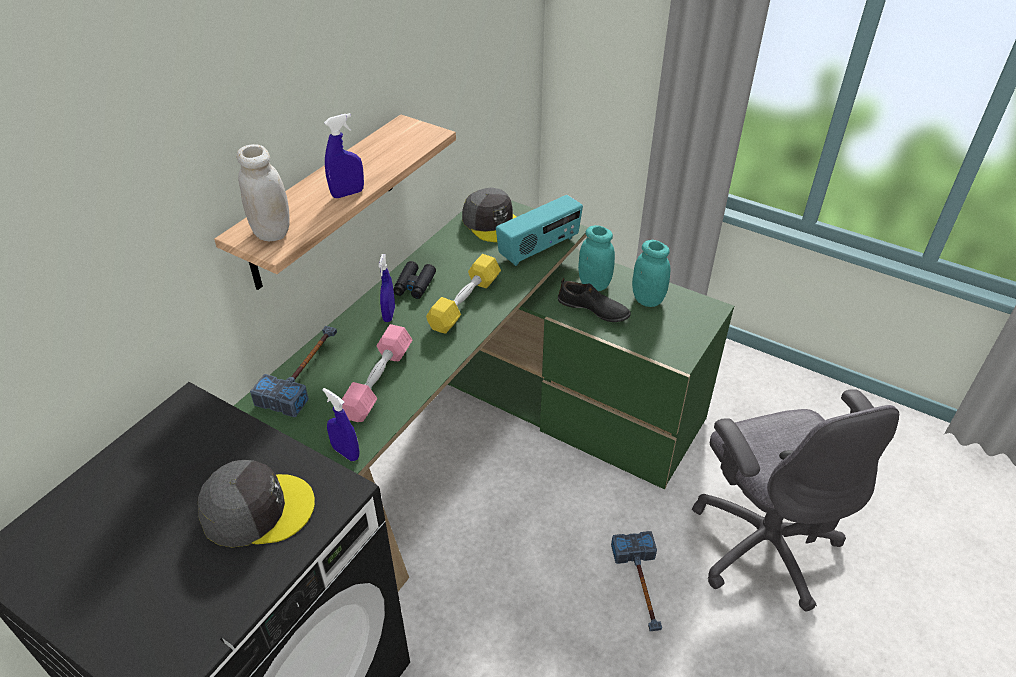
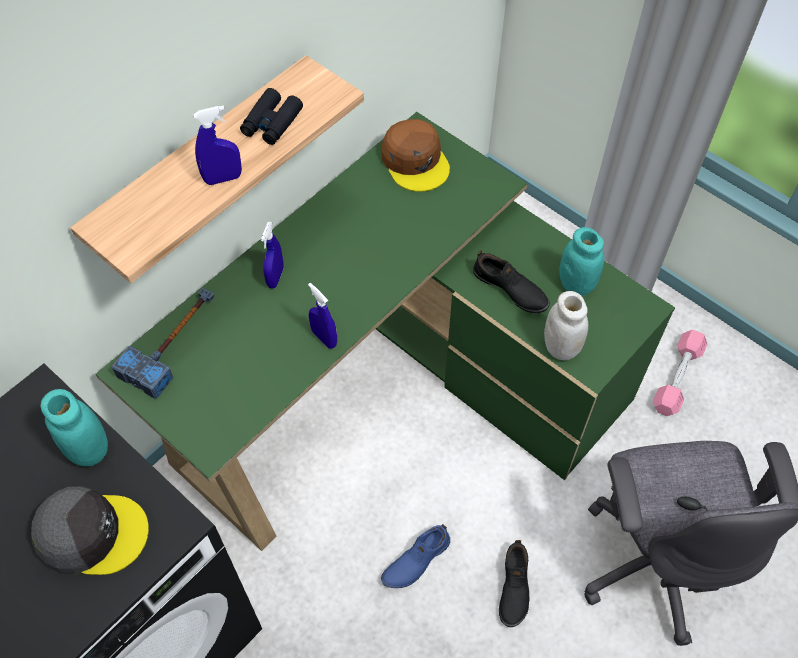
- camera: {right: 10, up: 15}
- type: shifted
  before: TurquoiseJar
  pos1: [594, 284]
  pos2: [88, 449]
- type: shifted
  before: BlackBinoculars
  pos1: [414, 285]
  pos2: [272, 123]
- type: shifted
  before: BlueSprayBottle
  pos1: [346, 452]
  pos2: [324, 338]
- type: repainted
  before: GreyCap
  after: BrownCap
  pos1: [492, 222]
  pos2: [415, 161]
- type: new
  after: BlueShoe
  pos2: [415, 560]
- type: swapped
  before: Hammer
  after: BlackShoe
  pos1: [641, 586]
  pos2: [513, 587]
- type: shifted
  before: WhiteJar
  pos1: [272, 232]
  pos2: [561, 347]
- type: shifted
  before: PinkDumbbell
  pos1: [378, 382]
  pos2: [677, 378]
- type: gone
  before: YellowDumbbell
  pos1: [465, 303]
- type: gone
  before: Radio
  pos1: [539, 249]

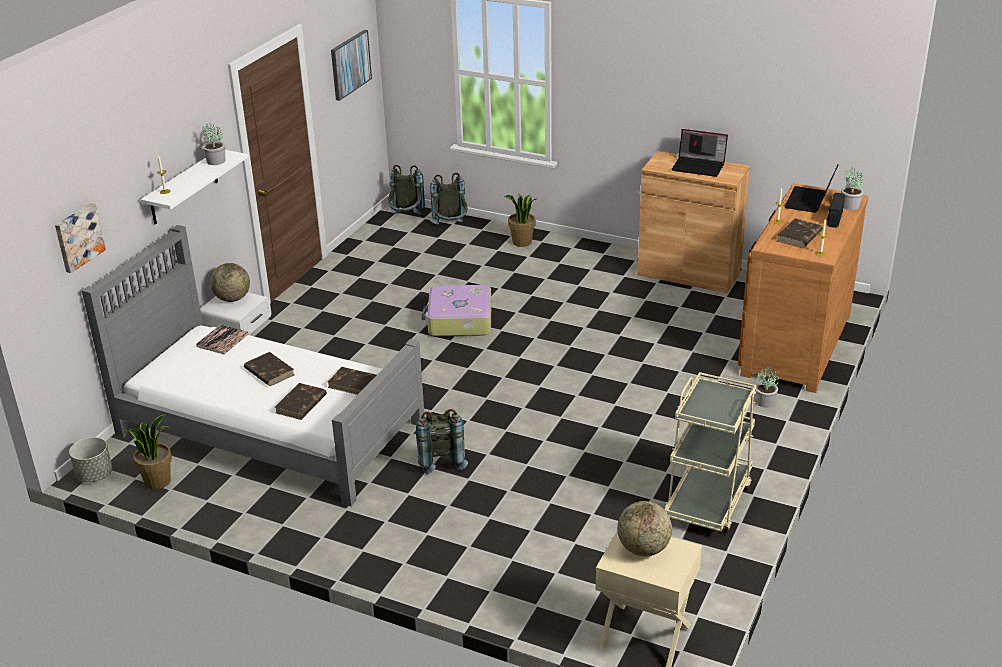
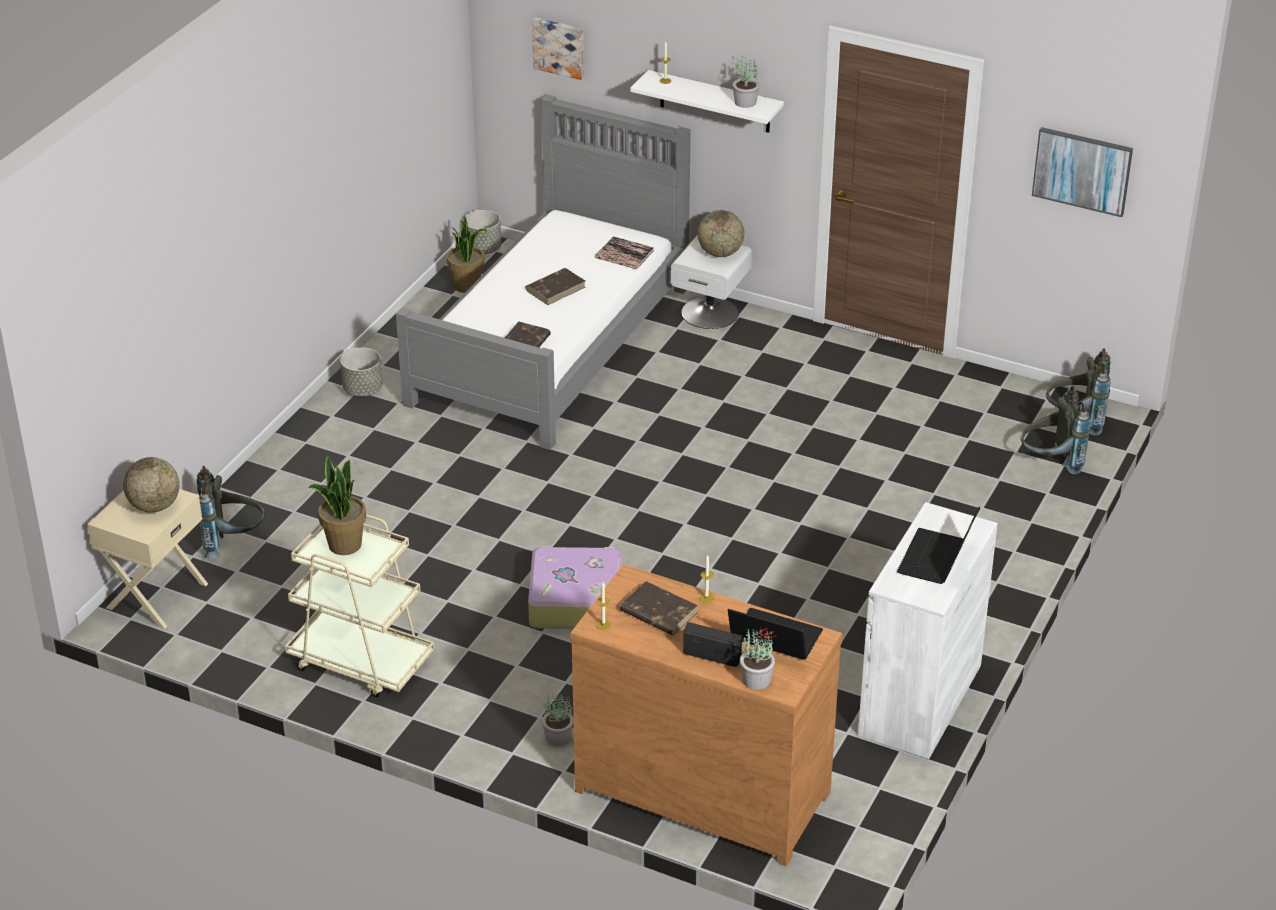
- camera: {right: 90, up: 5}
- type: shifted
  before: GreyBackpack
  pos1: [440, 459]
  pos2: [233, 542]
- type: shifted
  before: PottedPlant
  pos1: [522, 242]
  pos2: [344, 544]
- type: new
  after: GreyPlanter
  pos2: [363, 389]
- type: shifted
  before: Suitcase
  pos1: [459, 320]
  pos2: [575, 600]
- type: repainted
  before: BrownCabinet
  after: WhiteCabinet
  pos1: [689, 273]
  pos2: [920, 700]
- type: gone
  before: BrownBook
  pos1: [301, 404]

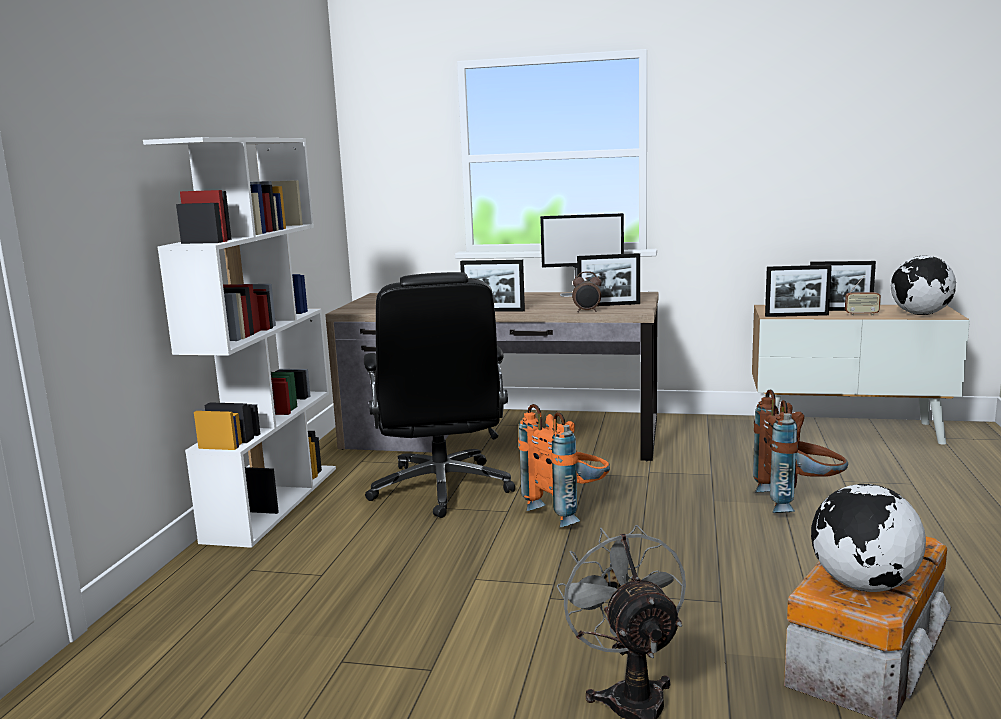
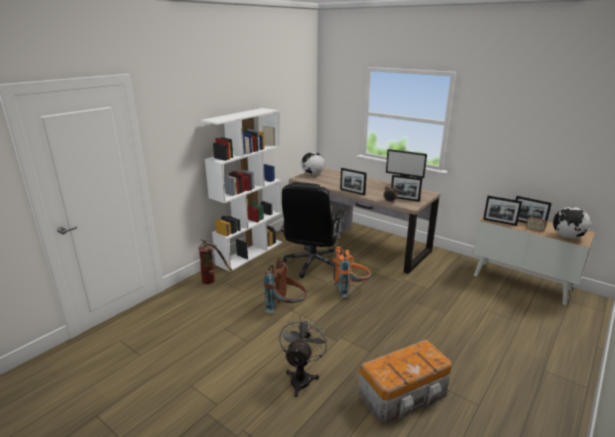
- camera: {right: 25, up: 10}
- type: new
  after: FireExtinguisher
  pos2: [213, 280]
- type: shifted
  before: BrownBackpack
  pos1: [798, 502]
  pos2: [287, 308]
- type: shifted
  before: Globe
  pos1: [863, 585]
  pos2: [312, 175]

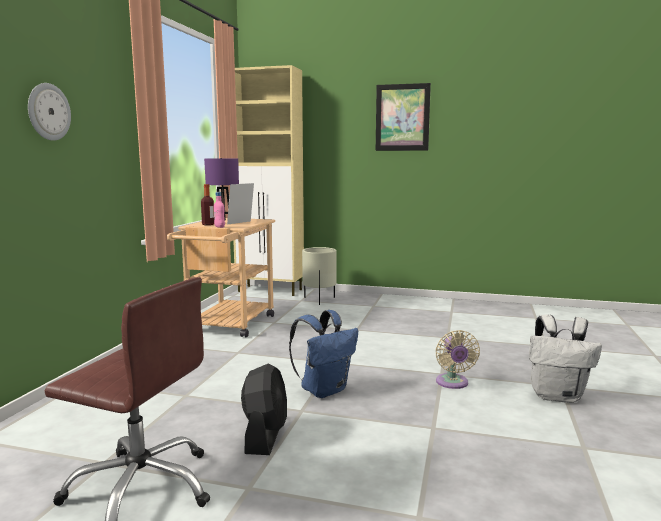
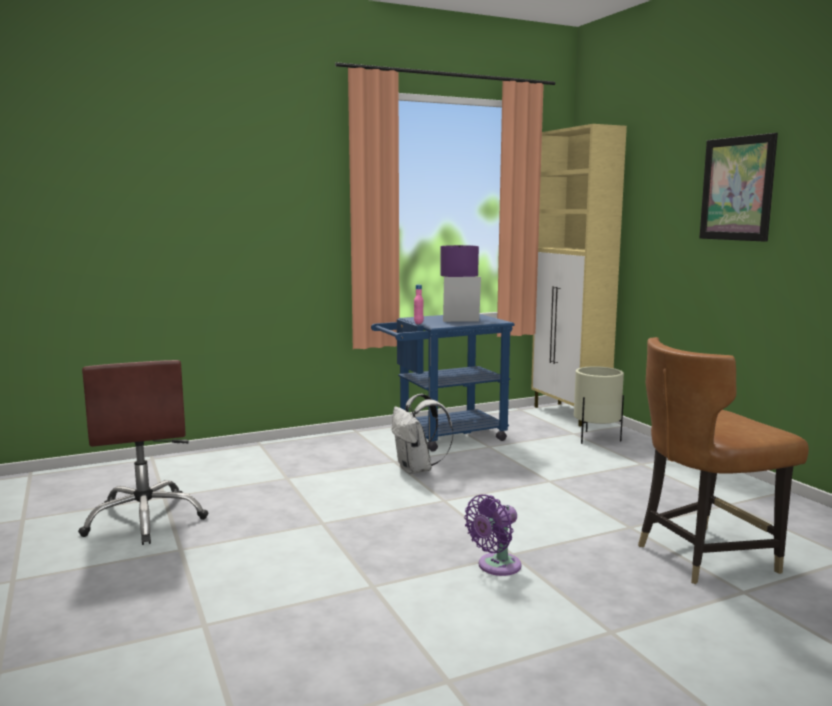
- camera: {right: 50, up: 0}
- type: repainted
  before: BeigeCart
  after: BlueCart
  pos1: [228, 326]
  pos2: [443, 437]
- type: shifted
  before: WhiteBackpack
  pos1: [557, 396]
  pos2: [417, 469]
- type: repainted
  before: BeigeFan
  after: PurpleFan
  pos1: [453, 383]
  pos2: [496, 567]
- type: new
  after: BrownChair
  pos2: [704, 556]
- type: gone
  before: WallClock
  pos1: [48, 112]
- type: gone
  before: Bottle
  pos1: [208, 224]
- type: gone
  before: BlackFan
  pos1: [265, 435]
- type: gone
  before: BlueBackpack
  pos1: [324, 390]

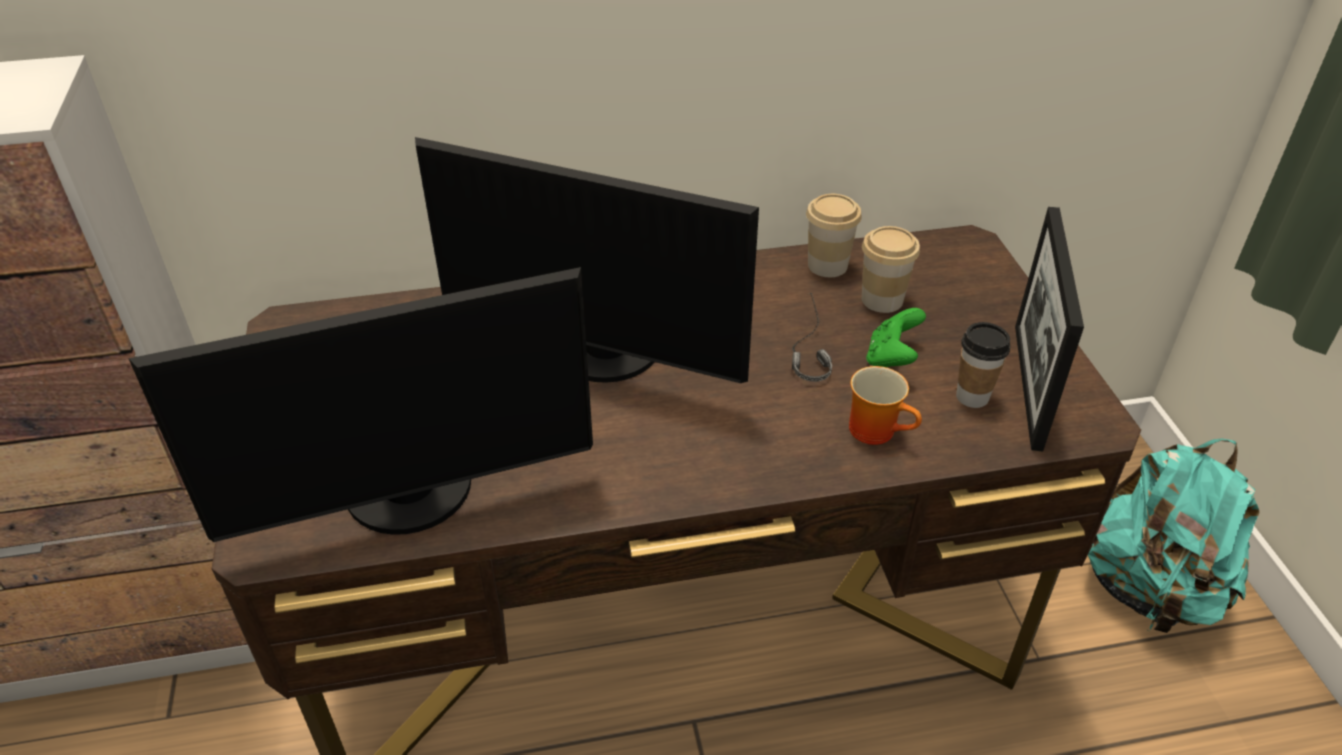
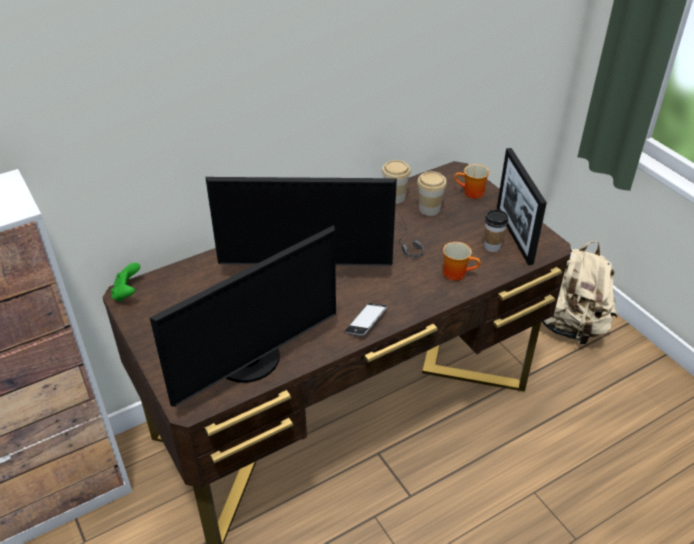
- camera: {right: -20, up: 0}
- type: shifted
  before: GreenGameController
  pos1: [891, 359]
  pos2: [127, 293]
- type: new
  after: Phone
  pos2: [366, 322]
- type: new
  after: Mug
  pos2: [471, 193]
- type: repainted
  before: TurquoiseBackpack
  after: BeigeBackpack
  pos1: [1149, 589]
  pos2: [570, 326]

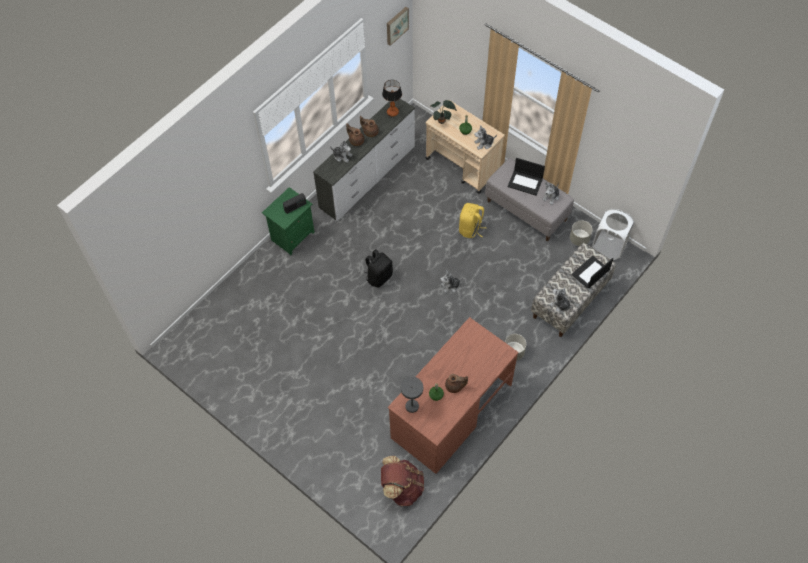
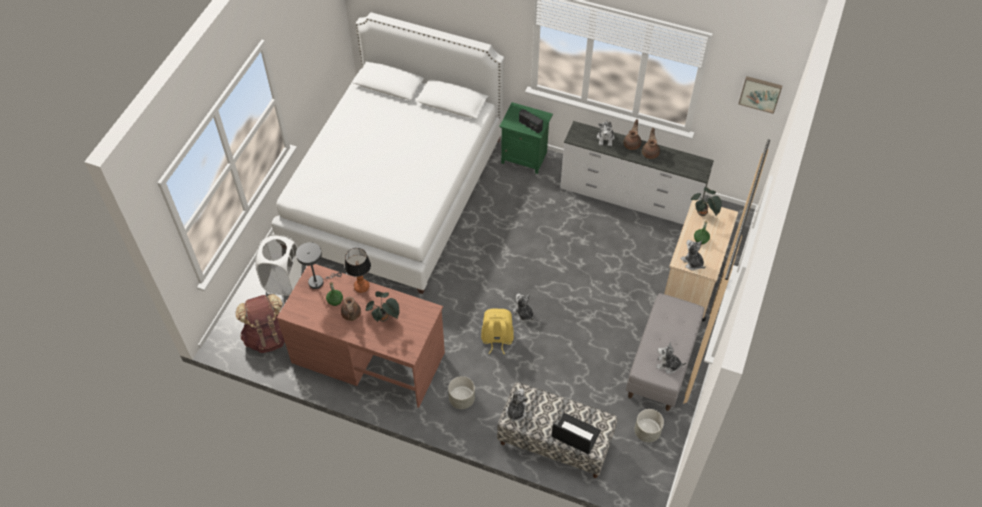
- camera: {right: 70, up: -5}
- type: shifted
  before: WhiteLaundryBasket
  pos1: [609, 247]
  pos2: [283, 280]
- type: new
  after: WhiteBed
  pos2: [395, 191]
- type: shifted
  before: TableLamp
  pos1: [393, 112]
  pos2: [361, 287]
- type: new
  after: PottedPlant
  pos2: [384, 318]
- type: shifted
  before: YellowBackpack
  pos1: [470, 229]
  pos2: [497, 339]
- type: gone
  before: BlackBackpack
  pos1: [379, 276]
- type: gone
  before: Laptop
  pos1: [525, 182]

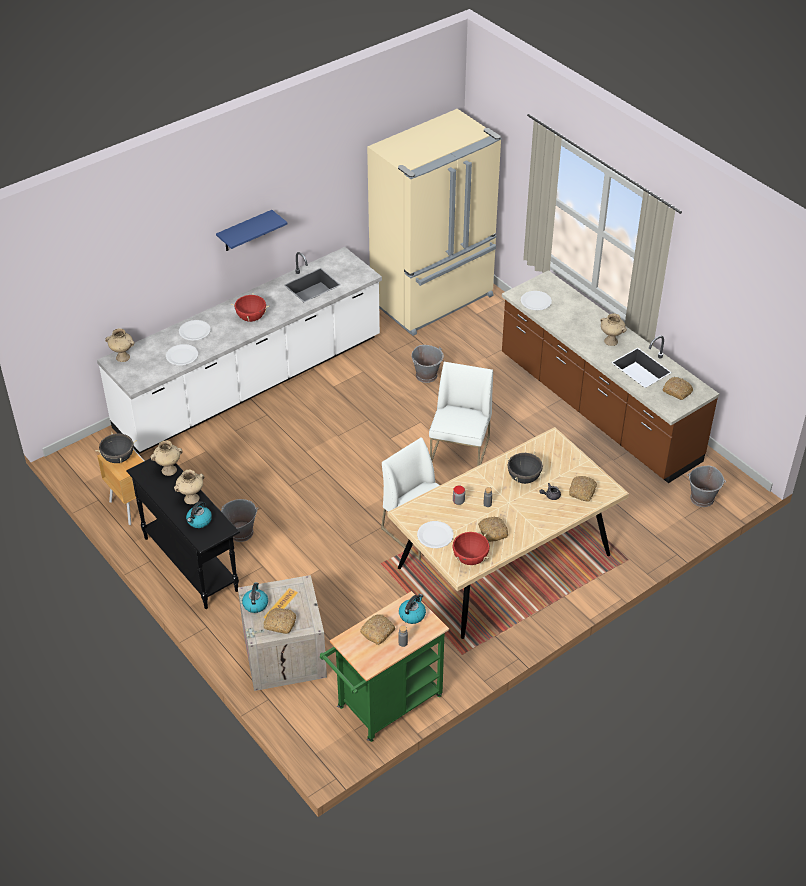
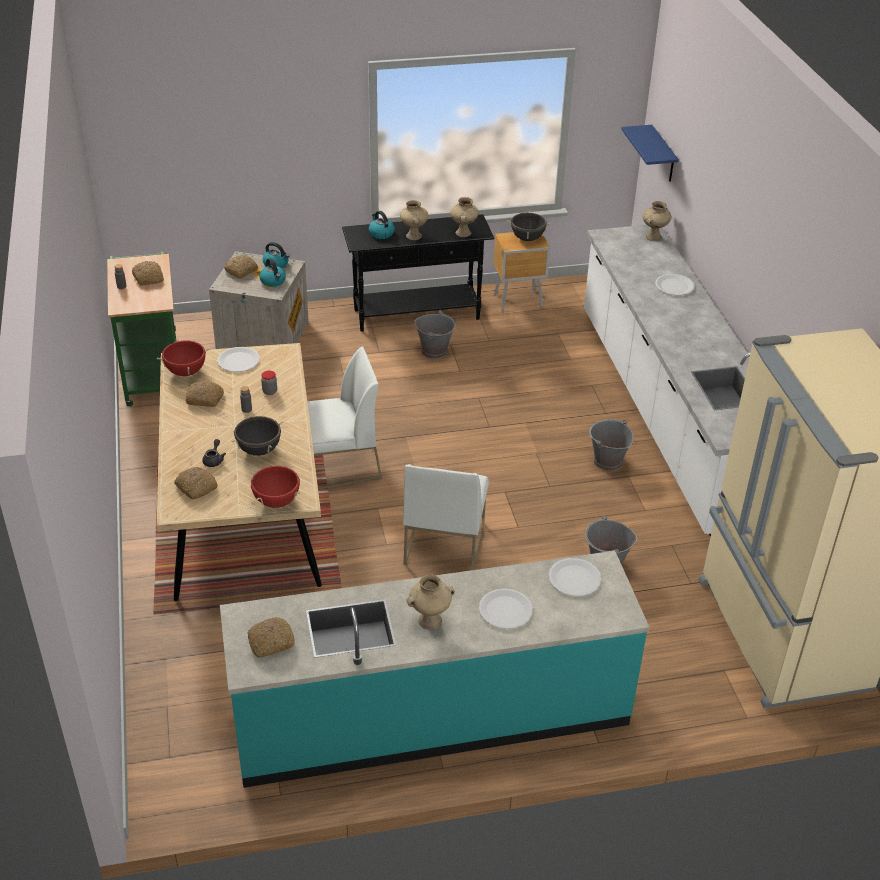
- camera: {right: 115, up: -5}
- type: repainted
  before: BrownCounter
  after: TurquoiseCounter
  pos1: [597, 409]
  pos2: [431, 715]
- type: shifted
  before: RedCookingPot
  pos1: [251, 318]
  pos2: [276, 501]
- type: shifted
  before: Kettle
  pos1: [412, 614]
  pos2: [273, 281]
- type: rotated
  before: WhiteChair
  pos1: [460, 450]
  pos2: [444, 542]
  turn: 60
- type: shifted
  before: WhitePlate
  pos1: [182, 356]
  pos2: [505, 610]
- type: shifted
  before: GreyBucket
  pos1: [702, 498]
  pos2: [607, 461]
- type: shifted
  before: BlueShelf
  pos1: [245, 231]
  pos2: [663, 155]

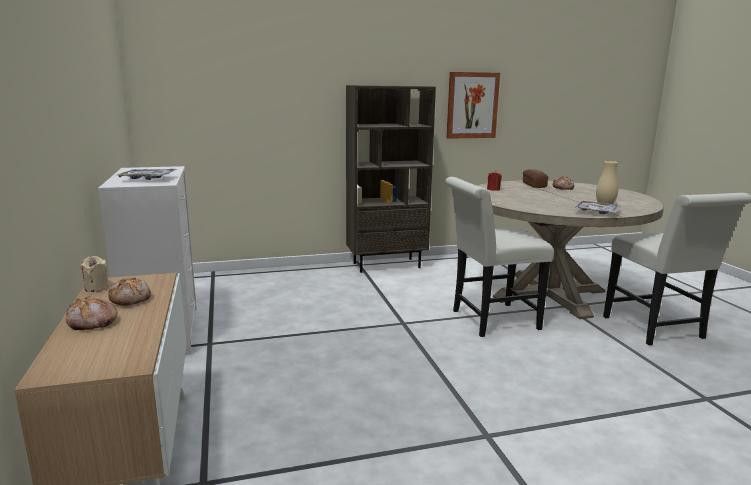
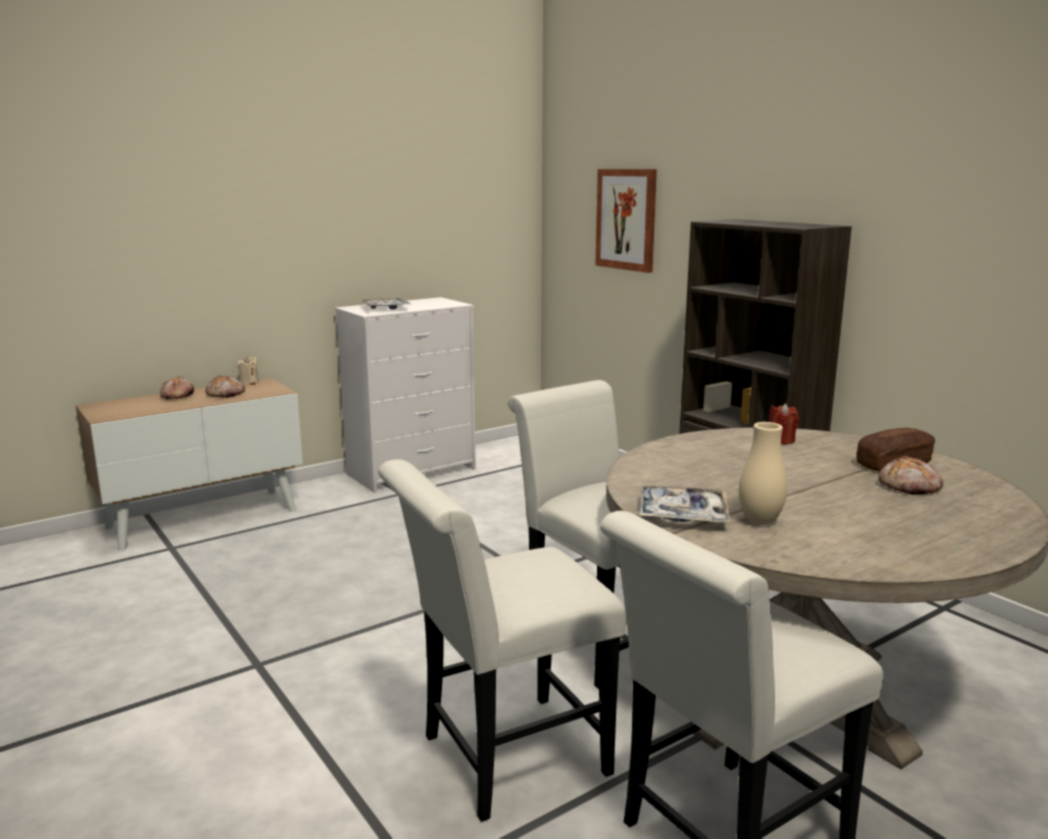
- camera: {right: 70, up: 0}
- type: new
  after: WhiteChair
  pos2: [502, 759]
- type: shifted
  before: Picture
  pos1: [472, 105]
  pos2: [626, 219]

